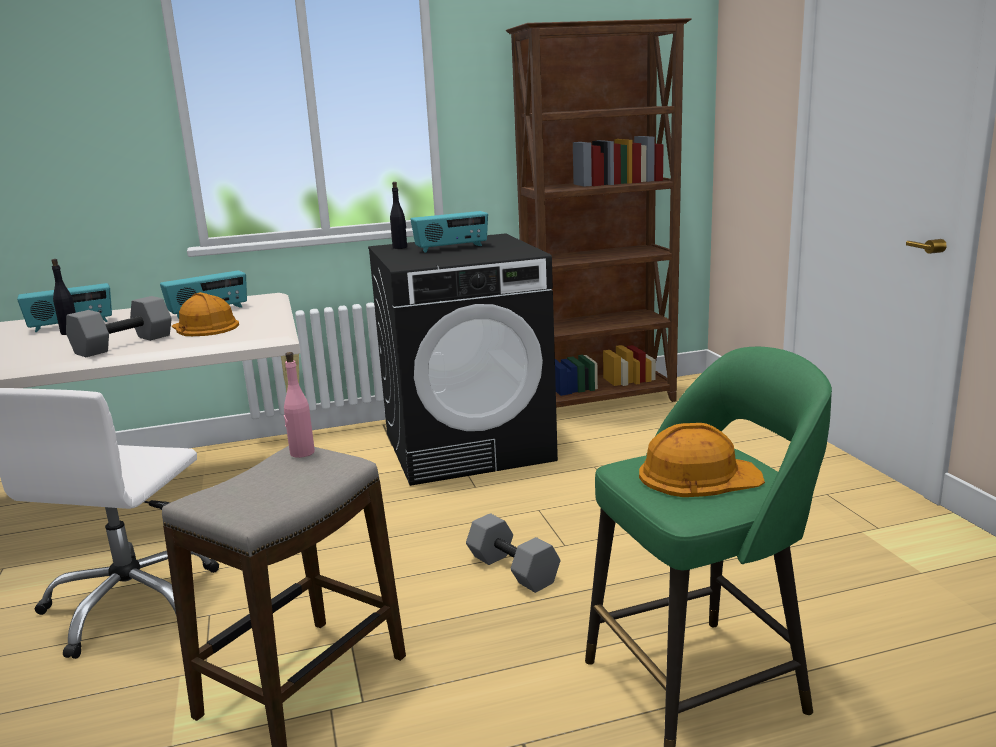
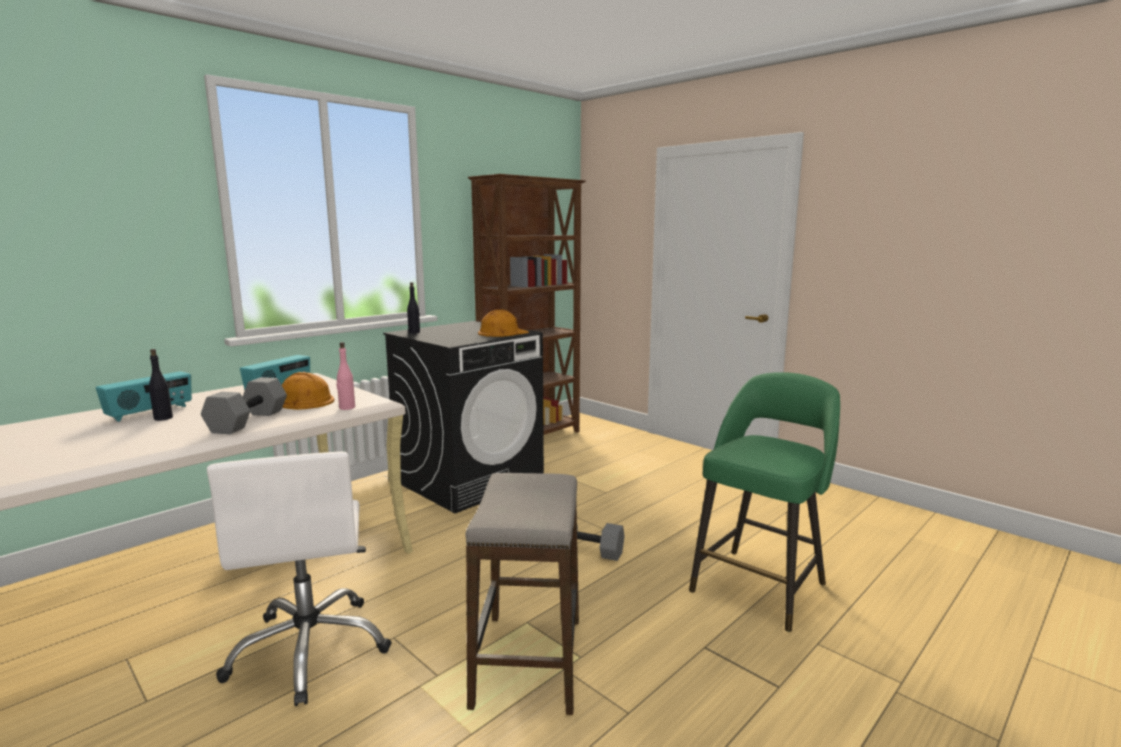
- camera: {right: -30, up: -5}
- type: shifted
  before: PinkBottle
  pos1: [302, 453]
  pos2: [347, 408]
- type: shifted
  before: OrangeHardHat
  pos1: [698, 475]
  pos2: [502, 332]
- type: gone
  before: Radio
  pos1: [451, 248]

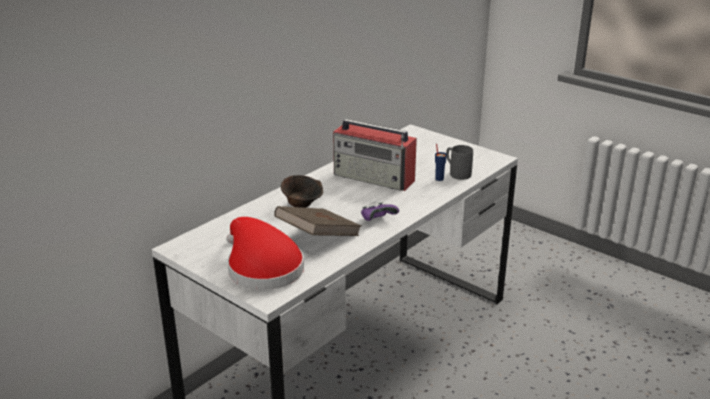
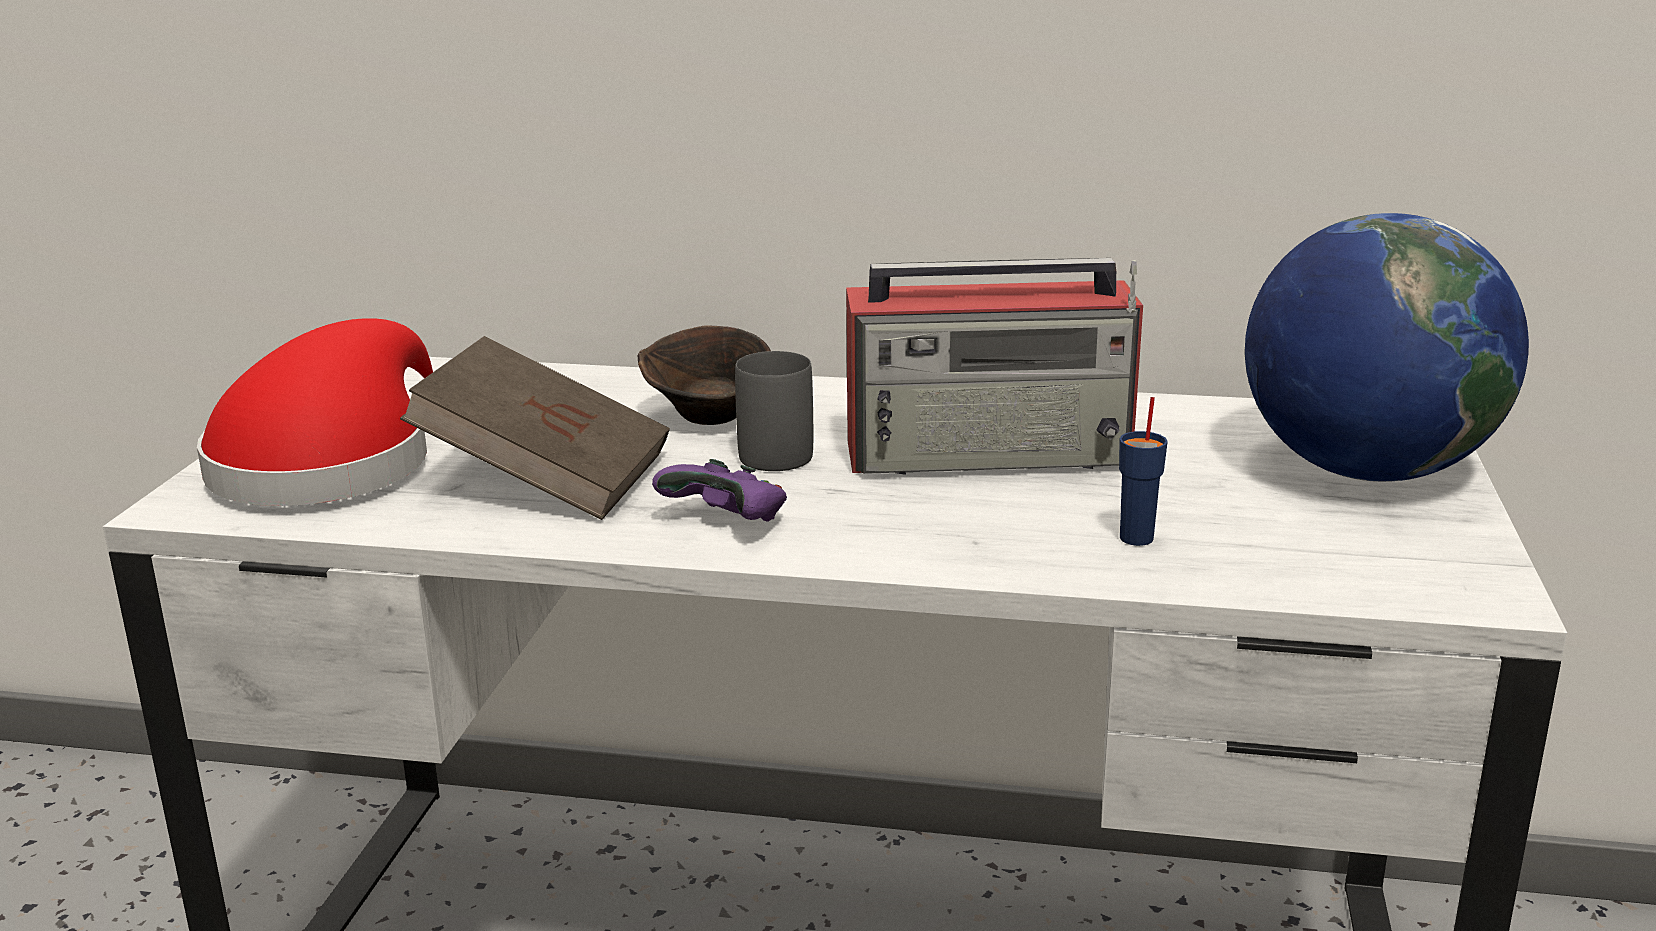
- camera: {right: 60, up: -5}
- type: shifted
  before: GreyMug
  pos1: [456, 173]
  pos2: [783, 450]
- type: rotated
  before: Radio
  pos1: [374, 178]
  pos2: [992, 454]
  turn: -90
- type: new
  after: Globe
  pos2: [1365, 470]

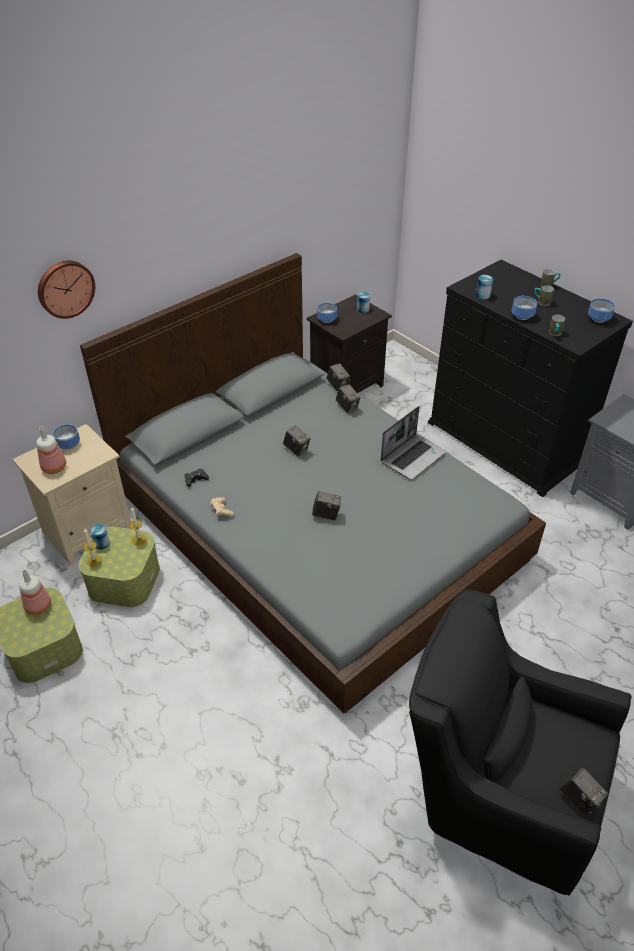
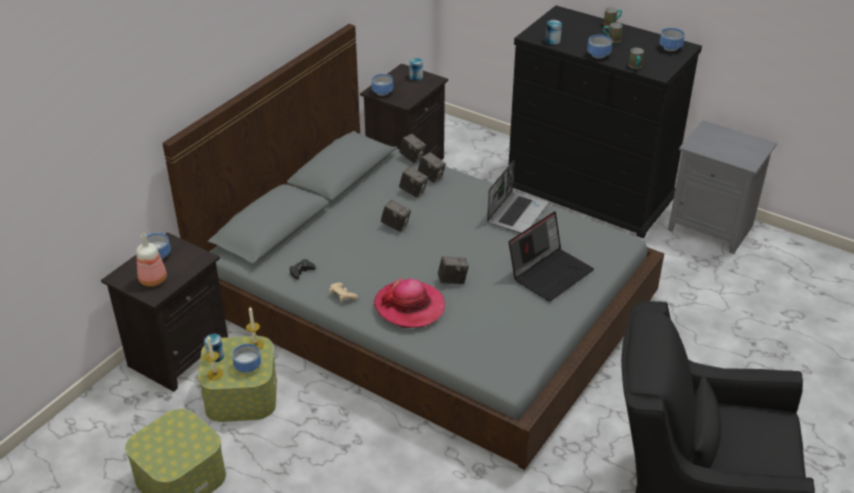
- camera: {right: -15, up: -5}
- type: repainted
  before: BeigeNightstand
  after: BlackNightstand
  pos1: [88, 529]
  pos2: [178, 353]
- type: new
  after: Bowl
  pos2: [246, 366]
- type: new
  after: Hat
  pos2: [410, 306]
- type: shifted
  before: PhotoCamera
  pos1: [579, 799]
  pos2: [413, 191]
- type: new
  after: Laptop
  pos2: [550, 272]
- type: gone
  before: Bottle
  pos1: [39, 607]
- type: gone
  before: WallClock
  pos1: [65, 288]

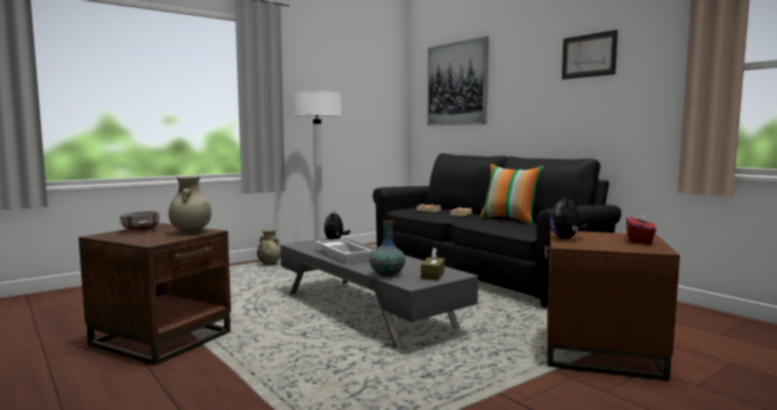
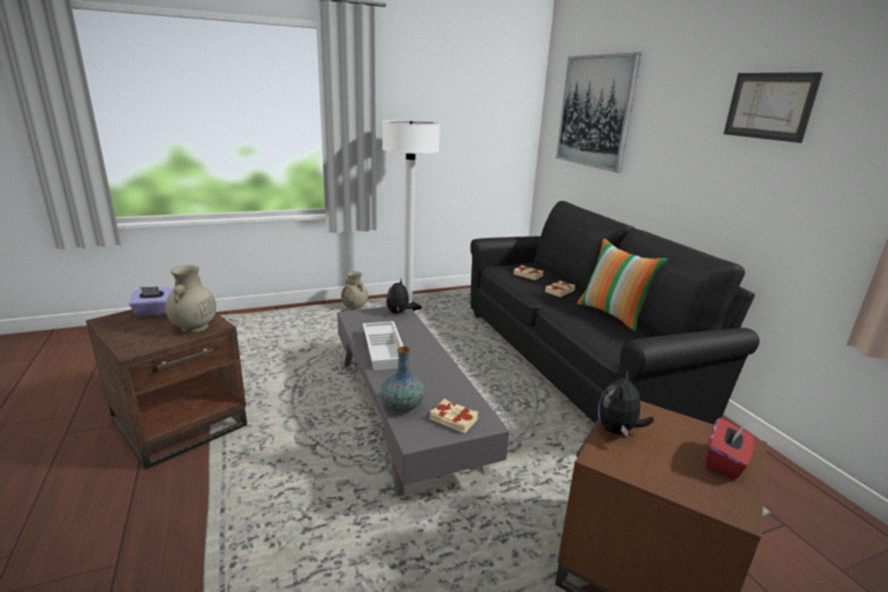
- camera: {right: 15, up: 15}
- type: swapped
  before: GreyBowl
  after: PurpleTissueBox
  pos1: [141, 230]
  pos2: [155, 312]
- type: swapped
  before: BrownTissueBox
  after: BeigeBook
  pos1: [432, 275]
  pos2: [453, 420]

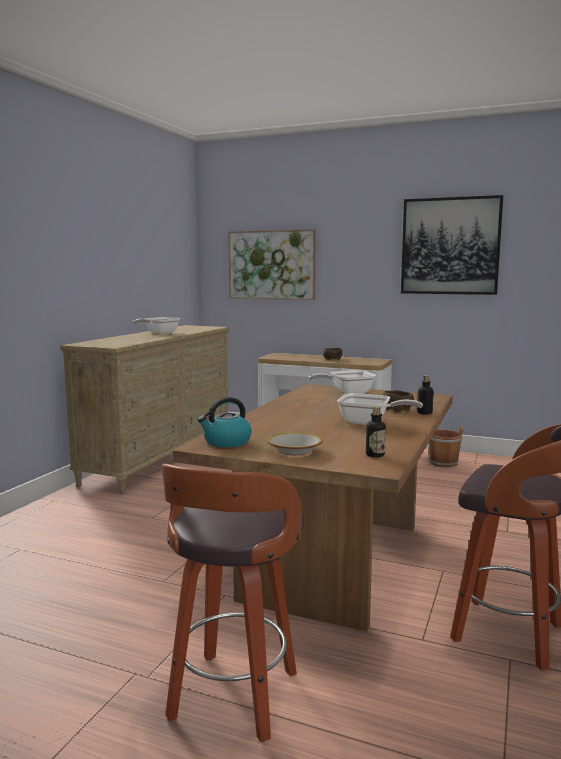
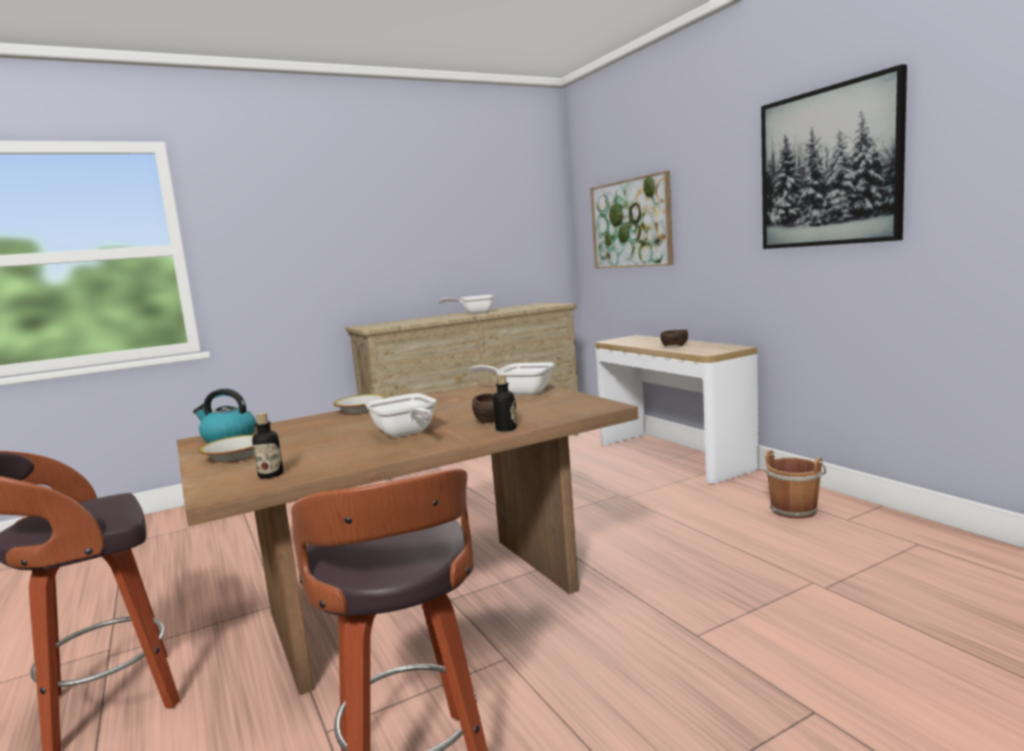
- camera: {right: 40, up: 0}
- type: new
  after: Bowl
  pos2: [361, 410]

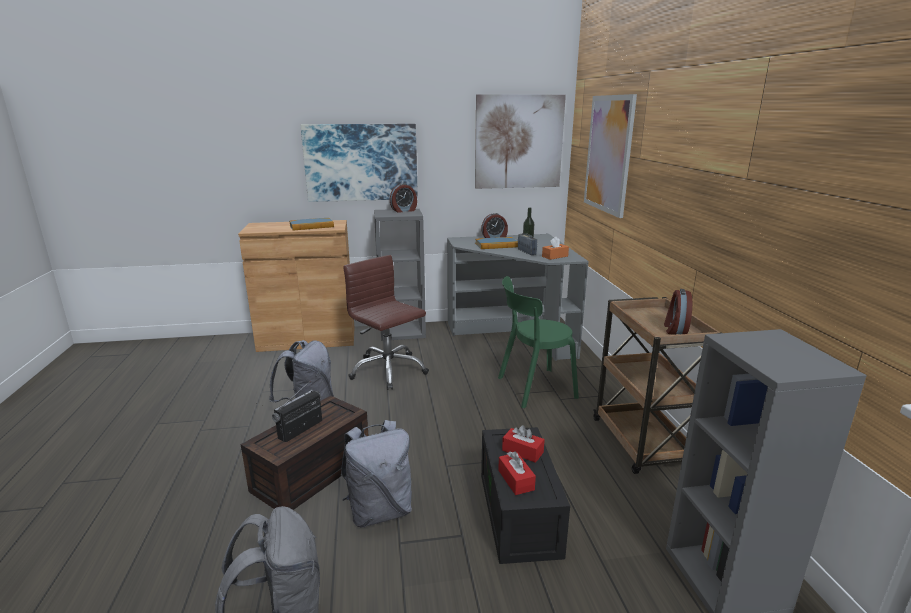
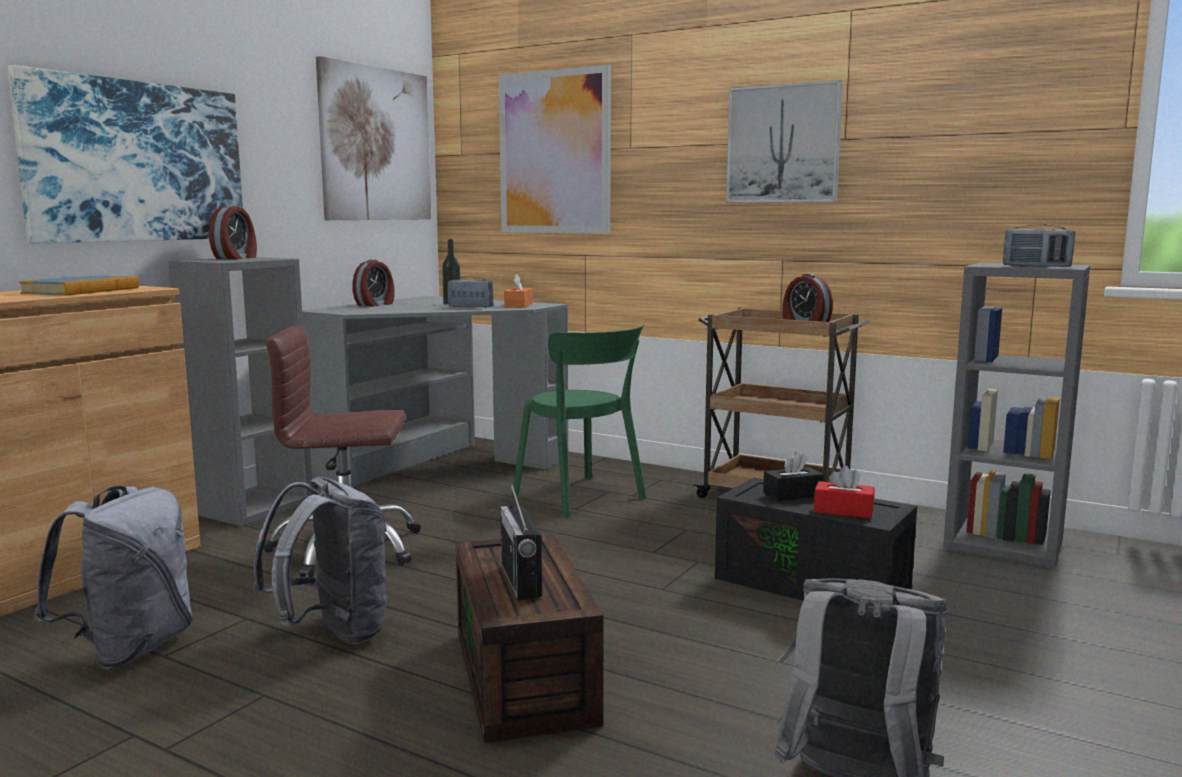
- camera: {right: -50, up: -10}
- type: shifted
  before: GreyBackpack
  pos1: [380, 511]
  pos2: [130, 649]
- type: rotated
  before: GreenChair
  pos1: [533, 388]
  pos2: [582, 497]
  turn: -60
- type: new
  after: Picture
  pos2: [783, 144]
- type: repainted
  before: RedTissueBox
  after: BlackTissueBox
  pos1: [522, 451]
  pos2: [792, 494]
- type: new
  after: Radio
  pos2: [1036, 266]
- type: gone
  before: Book
  pos1: [496, 245]

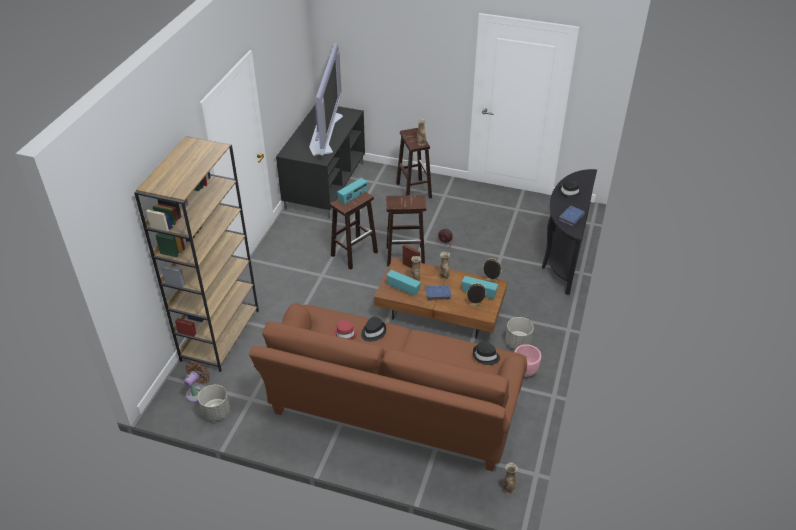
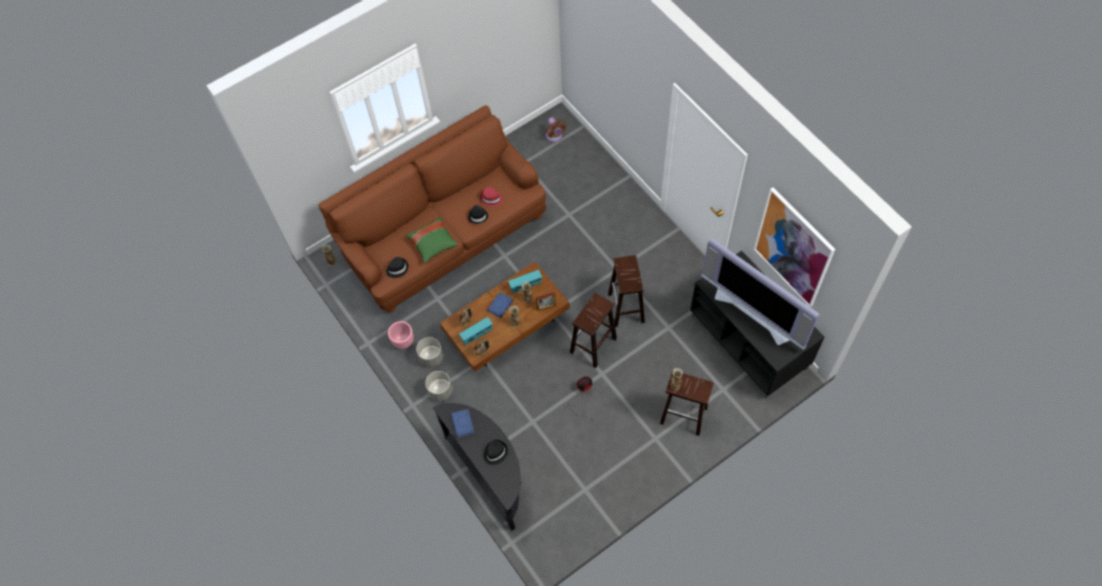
- camera: {right: 130, up: 20}
- type: new
  after: GreenPillow
  pos2: [433, 244]
- type: shifted
  before: GreyPlanter
  pos1: [216, 412]
  pos2: [440, 391]
- type: new
  after: Picture
  pos2: [793, 248]
- type: gone
  before: BrownBookcase
  pos1: [220, 335]
- type: gone
  before: Radio
  pos1: [353, 198]

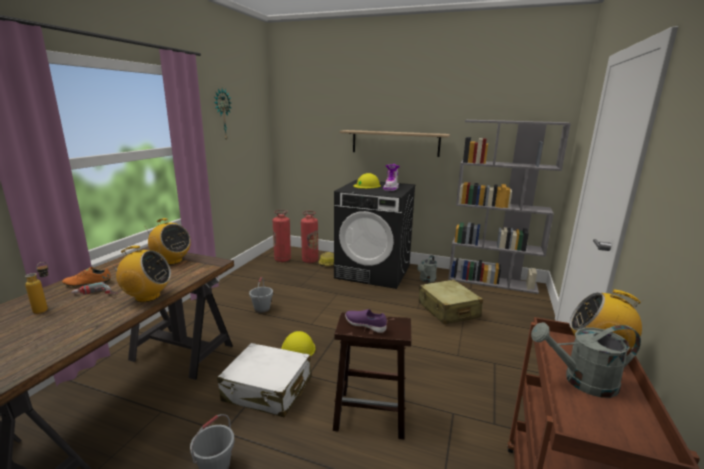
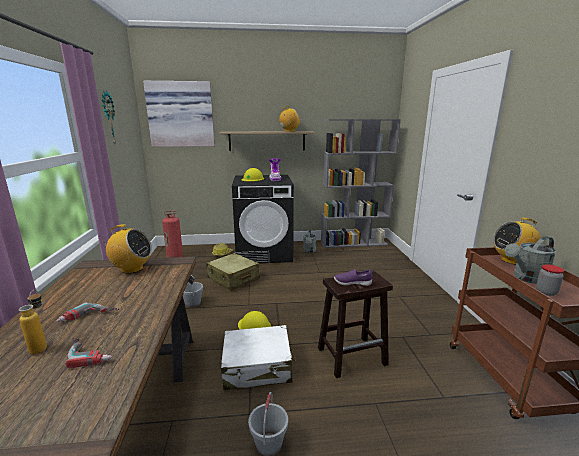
- camera: {right: -25, up: 0}
- type: new
  after: PowerDrill
  pos2: [91, 352]
- type: new
  after: Picture
  pos2: [181, 114]
- type: shifted
  before: BeigeSuitcase
  pos1: [448, 310]
  pos2: [233, 278]
- type: shifted
  before: Radio
  pos1: [147, 297]
  pos2: [289, 131]
- type: new
  after: Jar
  pos2: [546, 292]
- type: gone
  before: OrangeShoe
  pos1: [87, 283]
- type: gone
  before: FireExtinguisher
  pos1: [310, 260]

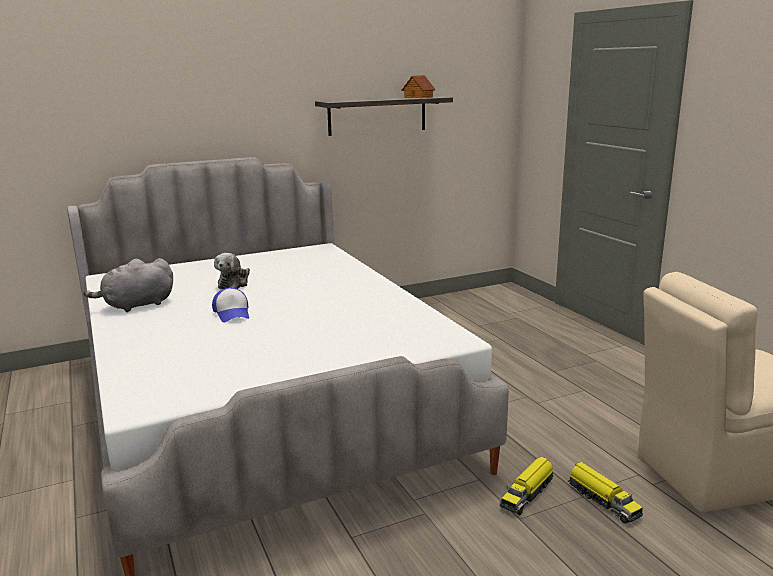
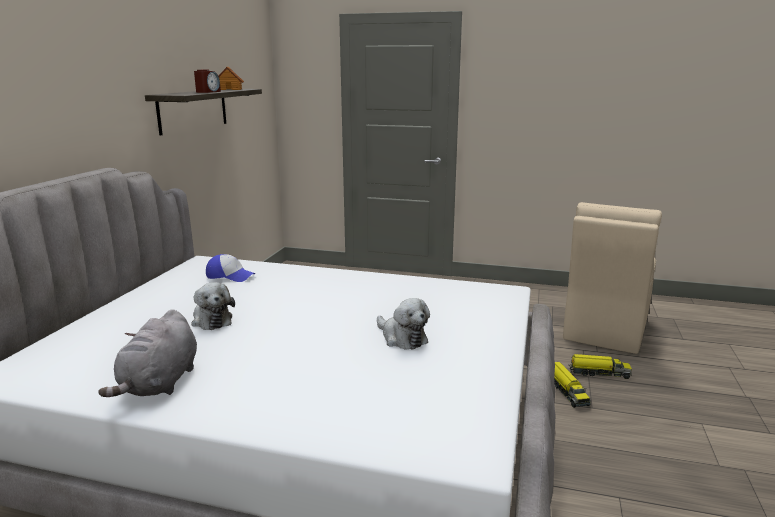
- camera: {right: -50, up: 0}
- type: new
  after: AlarmClock
  pos2: [208, 92]
- type: shifted
  before: Cap
  pos1: [232, 313]
  pos2: [230, 276]
- type: new
  after: PlushToy
  pos2: [402, 338]

